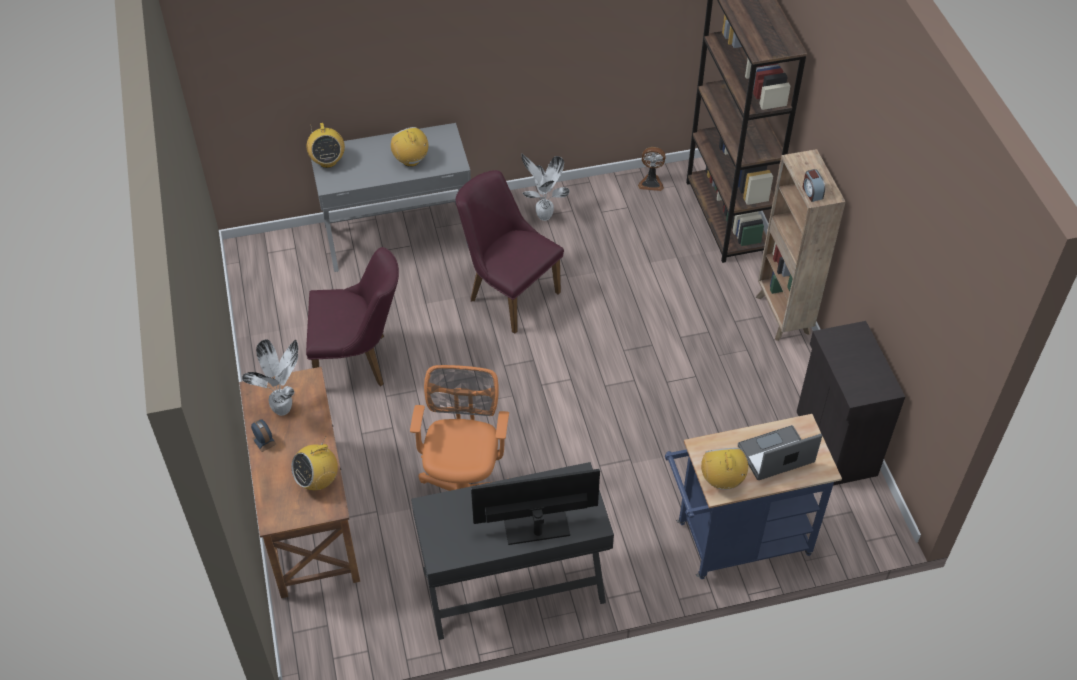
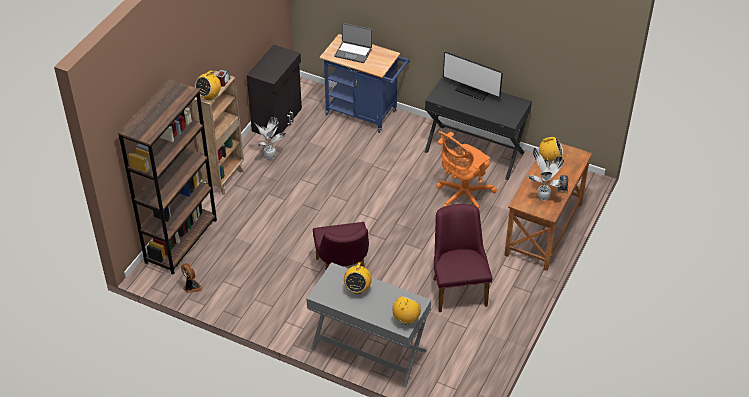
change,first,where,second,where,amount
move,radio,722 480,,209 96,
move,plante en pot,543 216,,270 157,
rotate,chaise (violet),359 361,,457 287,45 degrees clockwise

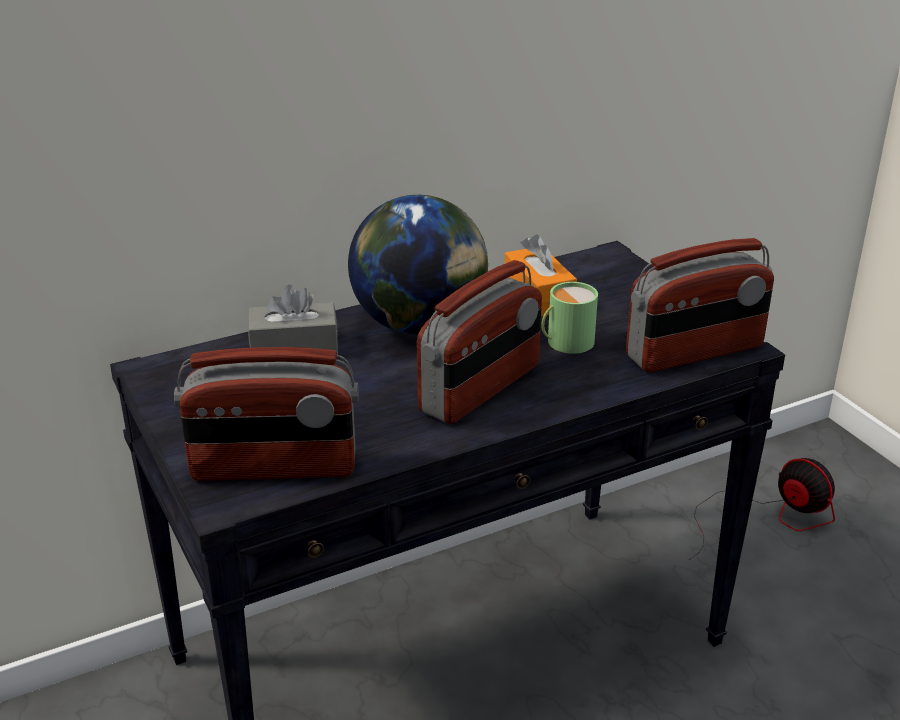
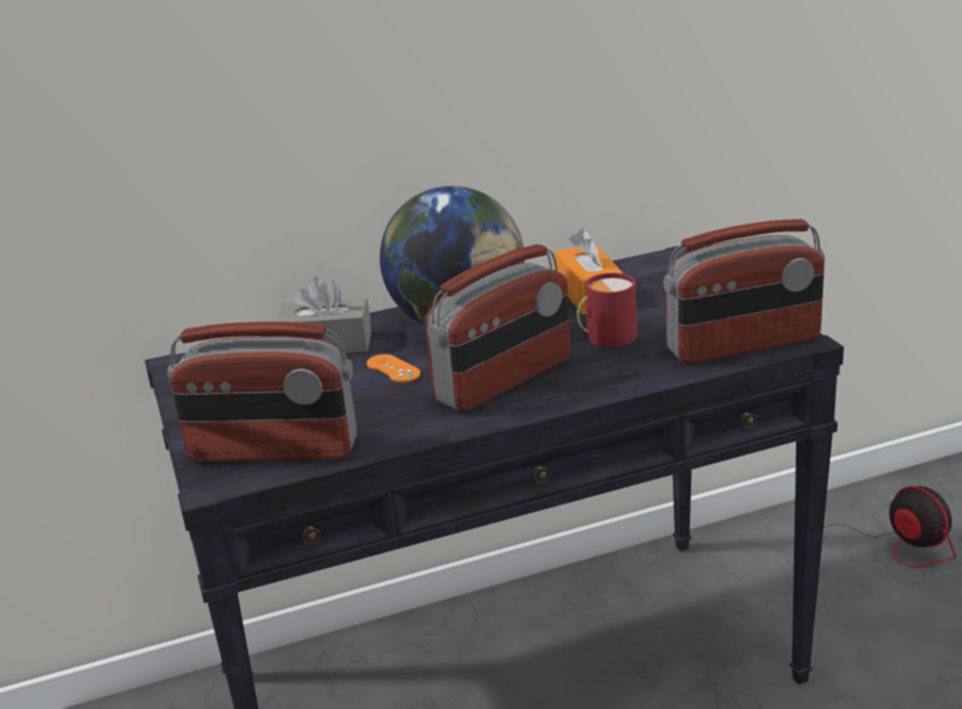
change,first,where,second,where,amount
insert,,,manette (orange),393 369,
recolor,mug (vert),565 342,mug (rouge),606 337,

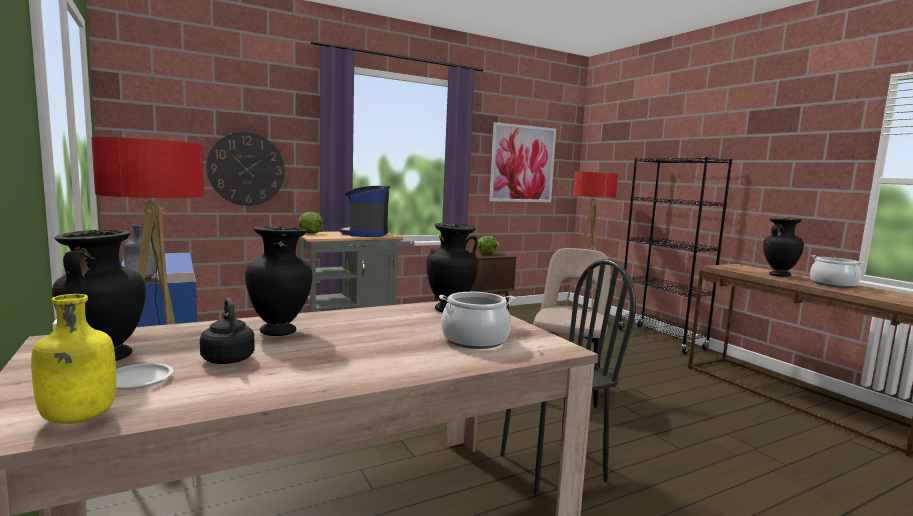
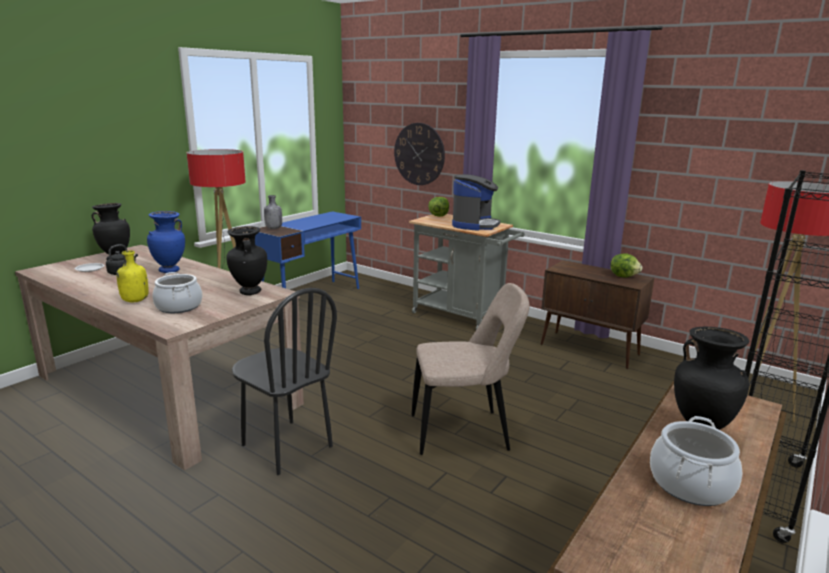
change,first,where,second,where,amount
move,bouteille (jaune),78 418,,134 301,
recolor,vase (noir),280 332,vase (bleu),170 270,
rotate,machine à café,365 234,,475 225,135 degrees clockwise
delete,tableau,522 164,,,

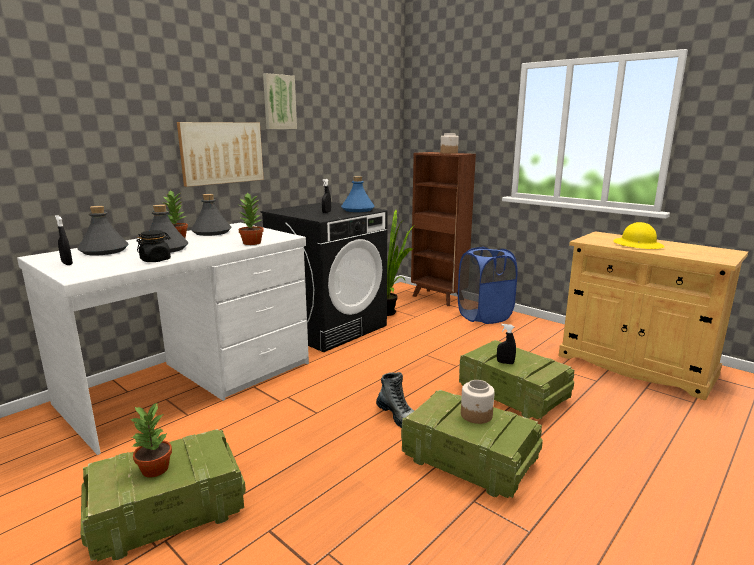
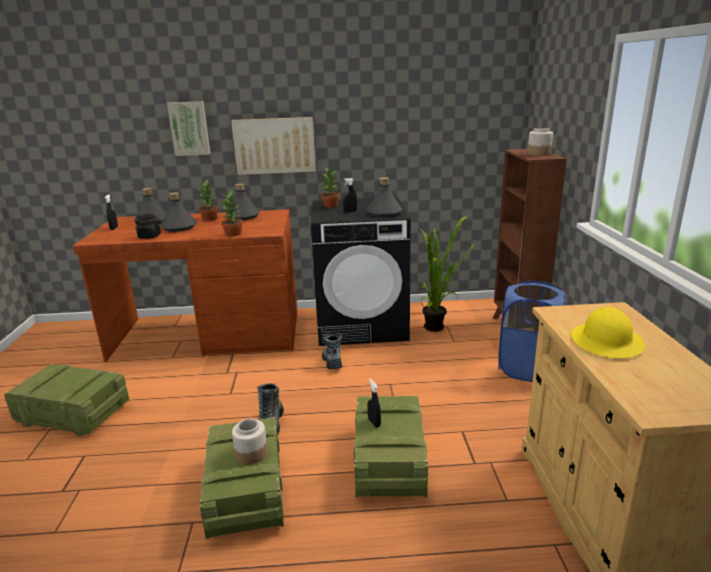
change,first,where,second,where,amount
recolor,bureau (blanc),191 382,bureau (marron),209 334,
move,tableau,279 102,,189 128,
move,plante en pot,155 469,,331 206,
insert,,,botte,332 360,
recolor,bouteille (bleu),357 210,bouteille (gris),384 213,

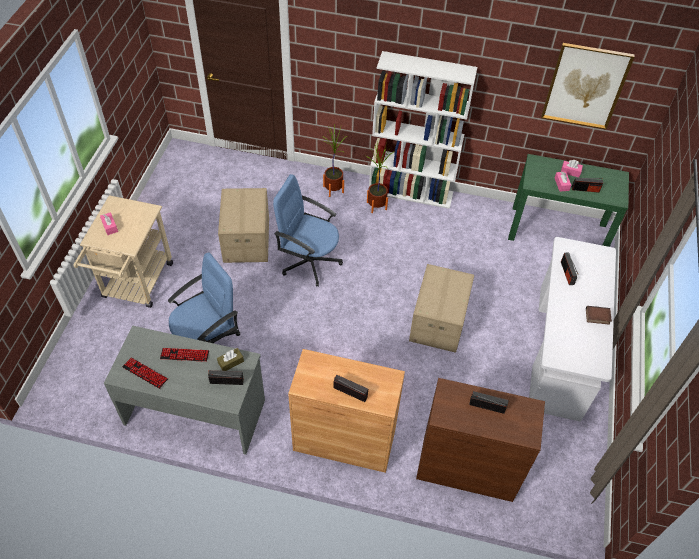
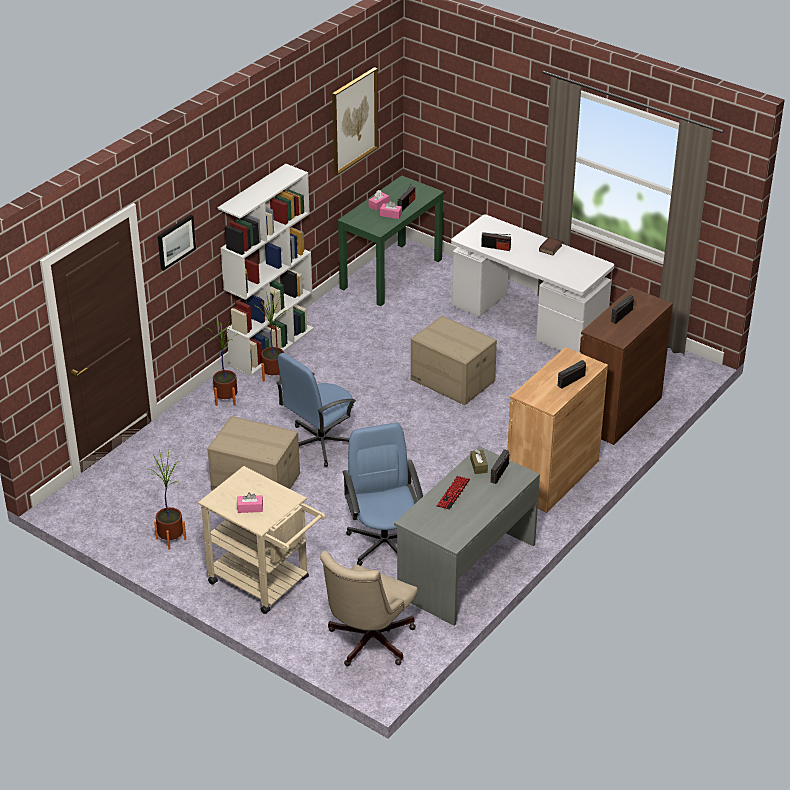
change,first,where,second,where,amount
insert,,,plante en pot,171 539,
insert,,,tableau,175 242,
insert,,,chaise de bureau (beige),367 643,
delete,clavier,145 373,,,

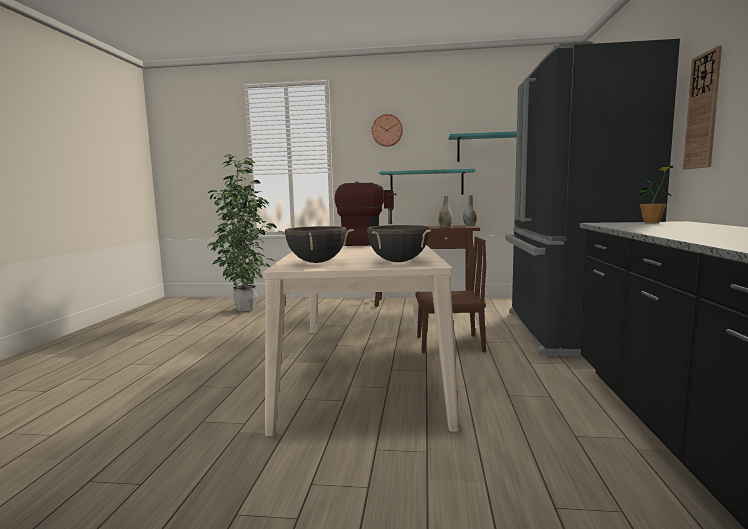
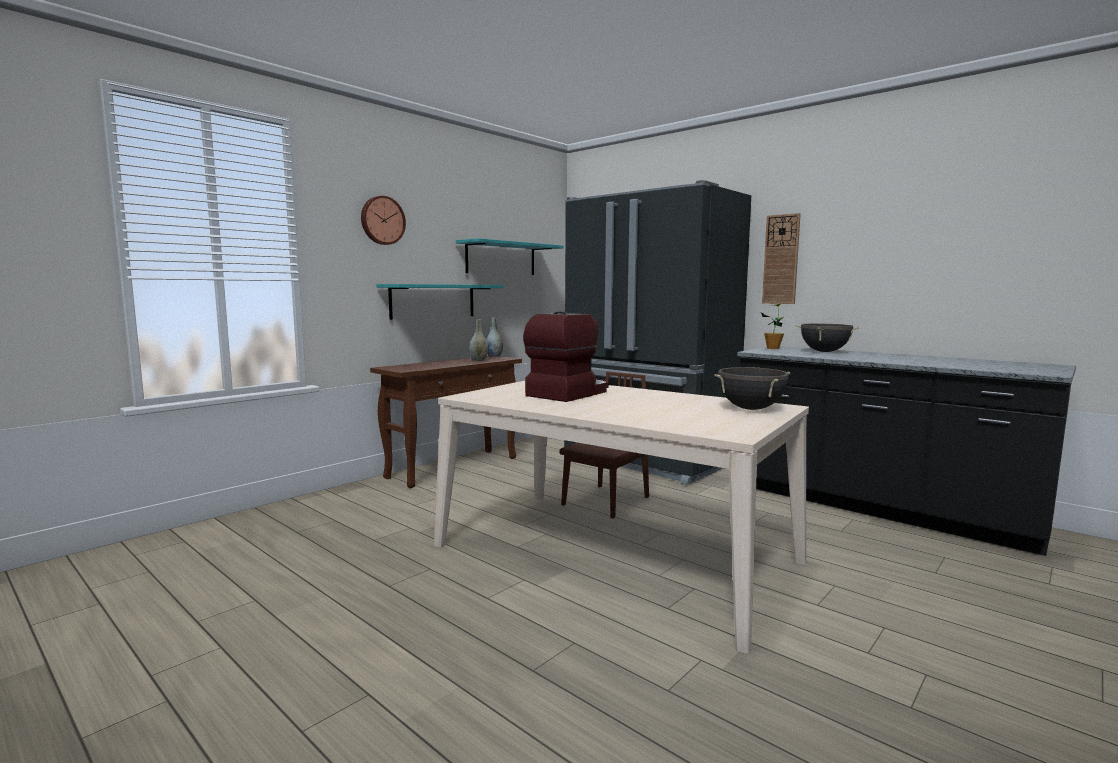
change,first,where,second,where,amount
move,marmite (noir),316 262,,824 351,
delete,plante en pot,247 308,,,

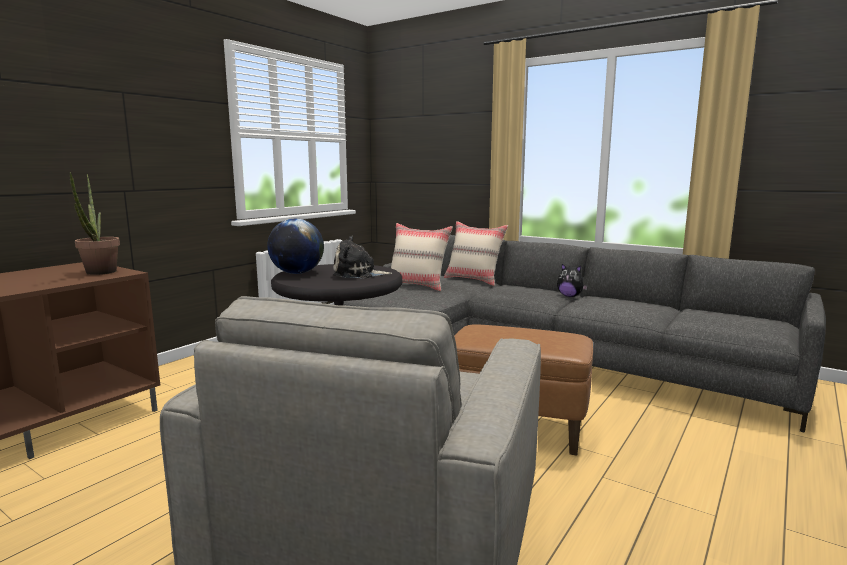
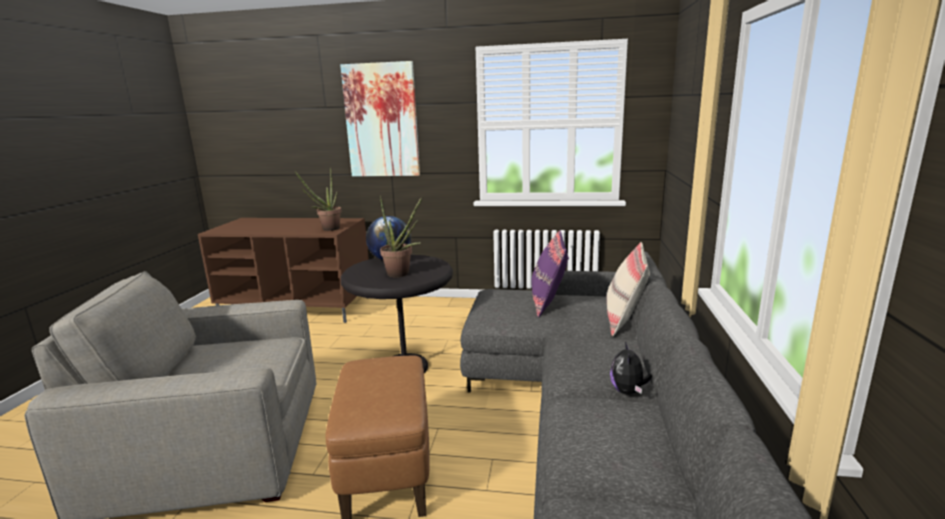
change,first,where,second,where,amount
insert,,,tableau,381 121,
replace,peluche,358 274,plante en pot,401 274,
recolor,coussin (beige),417 285,coussin (violet),548 303,

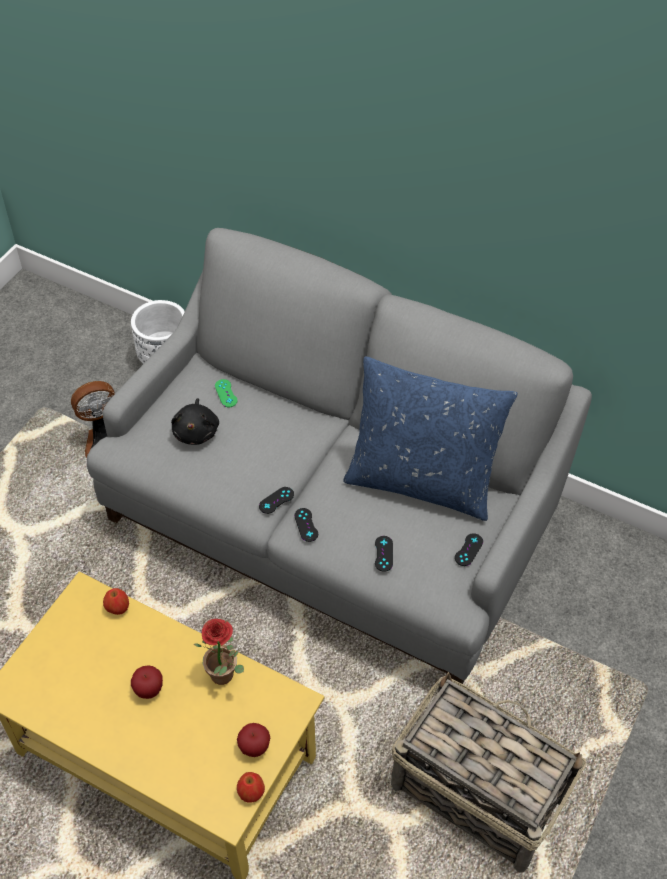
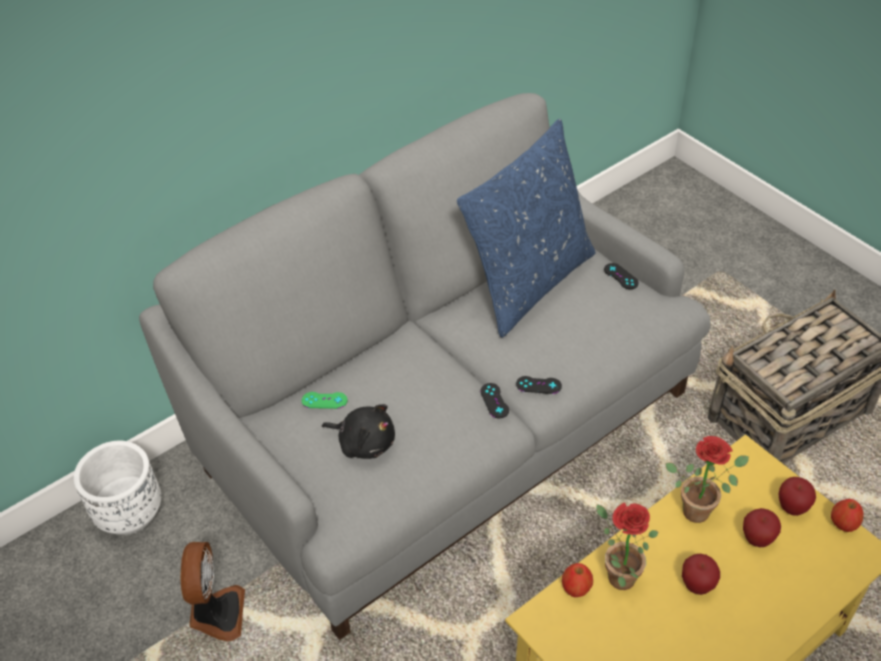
change,first,where,second,where,amount
insert,,,plante en pot,616 575,
insert,,,pomme,757 539,
delete,manette (noir),383 553,,,

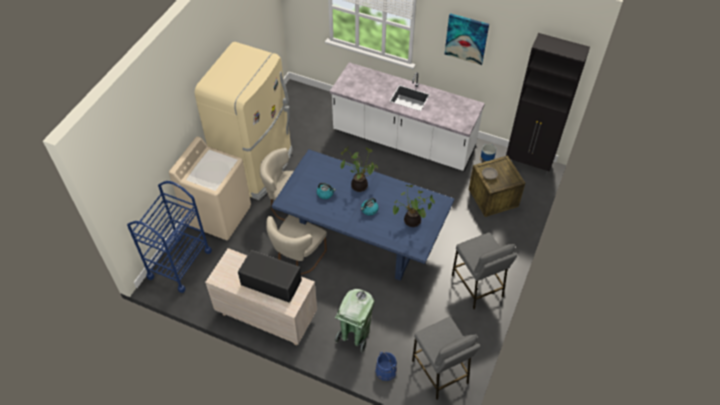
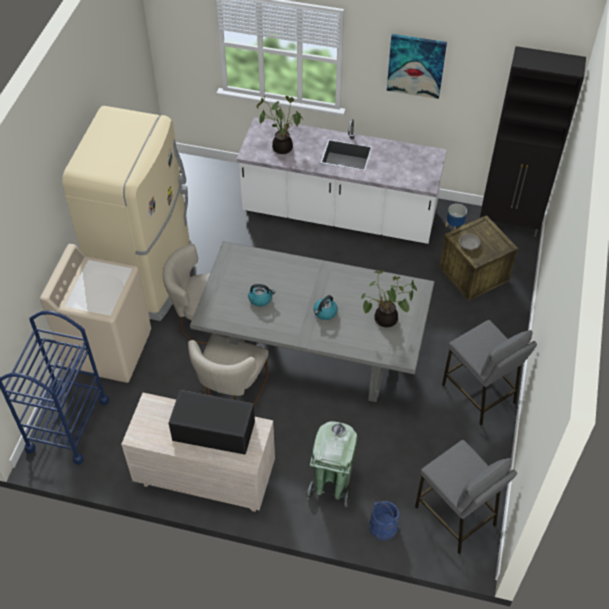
change,first,where,second,where,amount
recolor,table à manger (bleu),364 237,table à manger (gris),314 351,
move,plante en pot,359 185,,282 146,

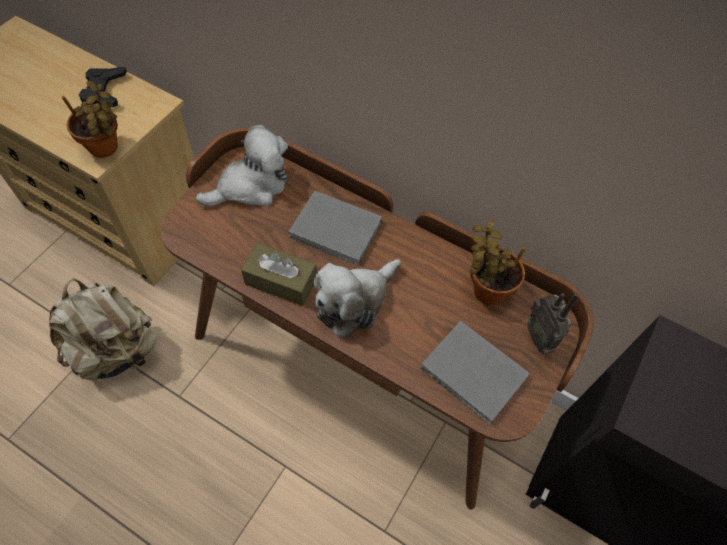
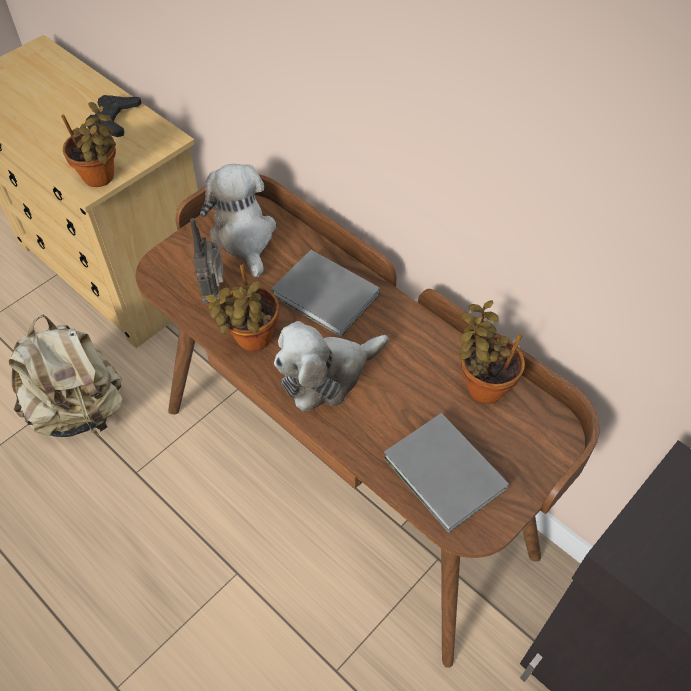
change,first,where,second,where,amount
move,radio,540 337,,215 293,
rotate,peluche,251 186,,244 237,90 degrees counterclockwise
replace,boîte à mouchoirs (marron),281 281,plante en pot,251 340,

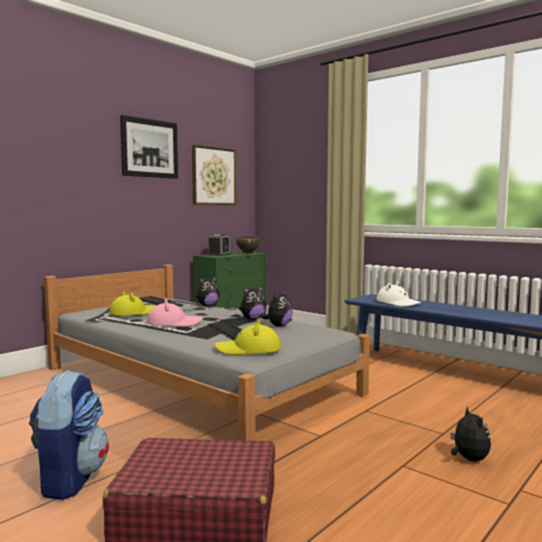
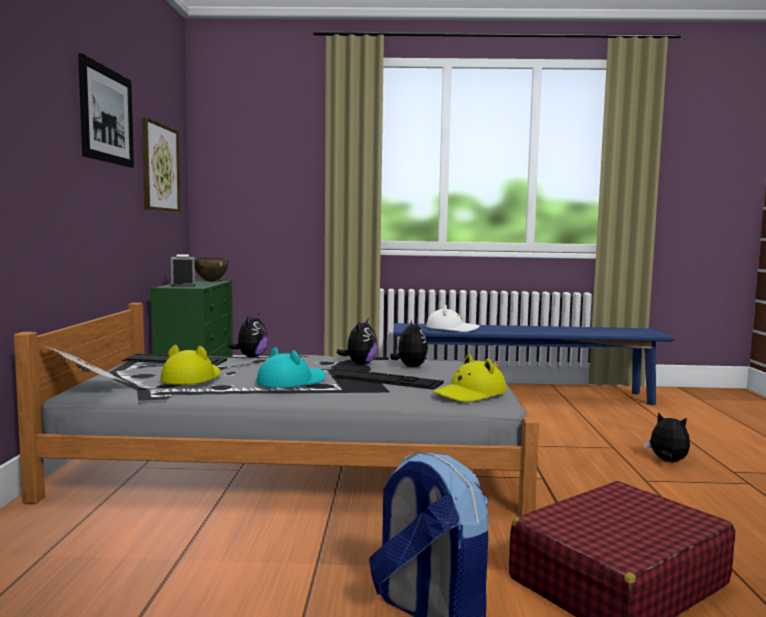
change,first,where,second,where,amount
insert,,,journal,91 387,
recolor,chapeau (rose),174 323,chapeau (turquoise),291 382,

